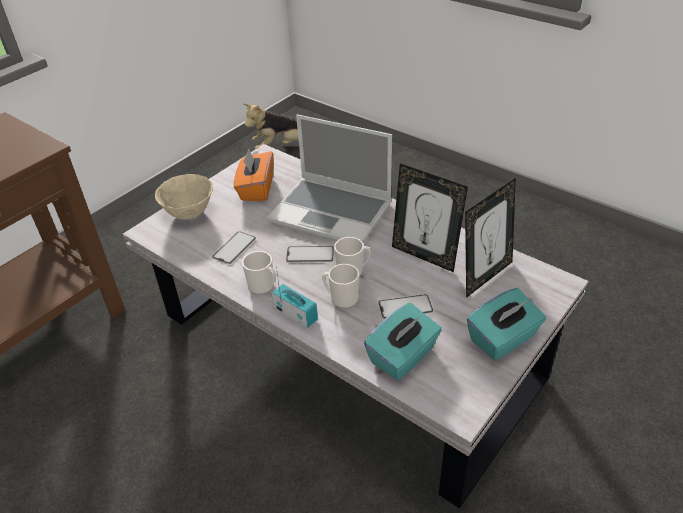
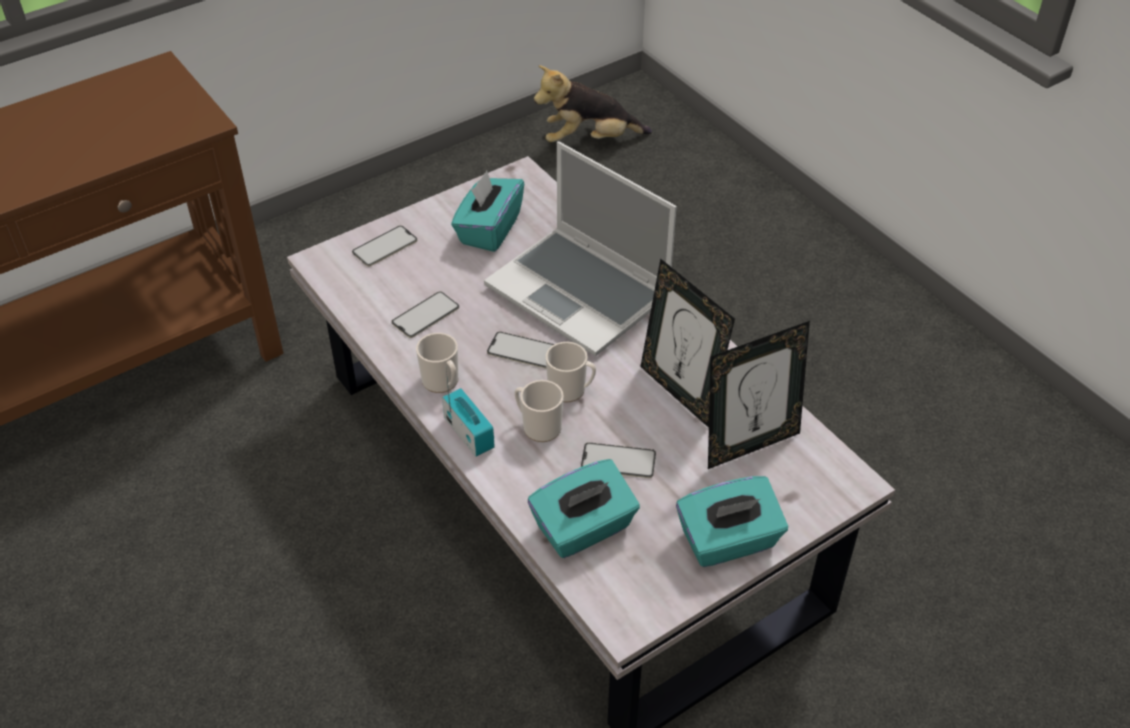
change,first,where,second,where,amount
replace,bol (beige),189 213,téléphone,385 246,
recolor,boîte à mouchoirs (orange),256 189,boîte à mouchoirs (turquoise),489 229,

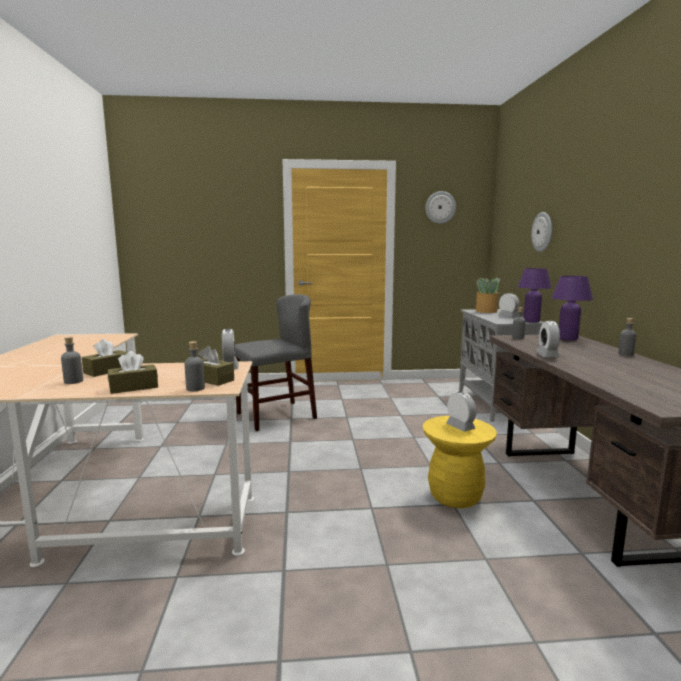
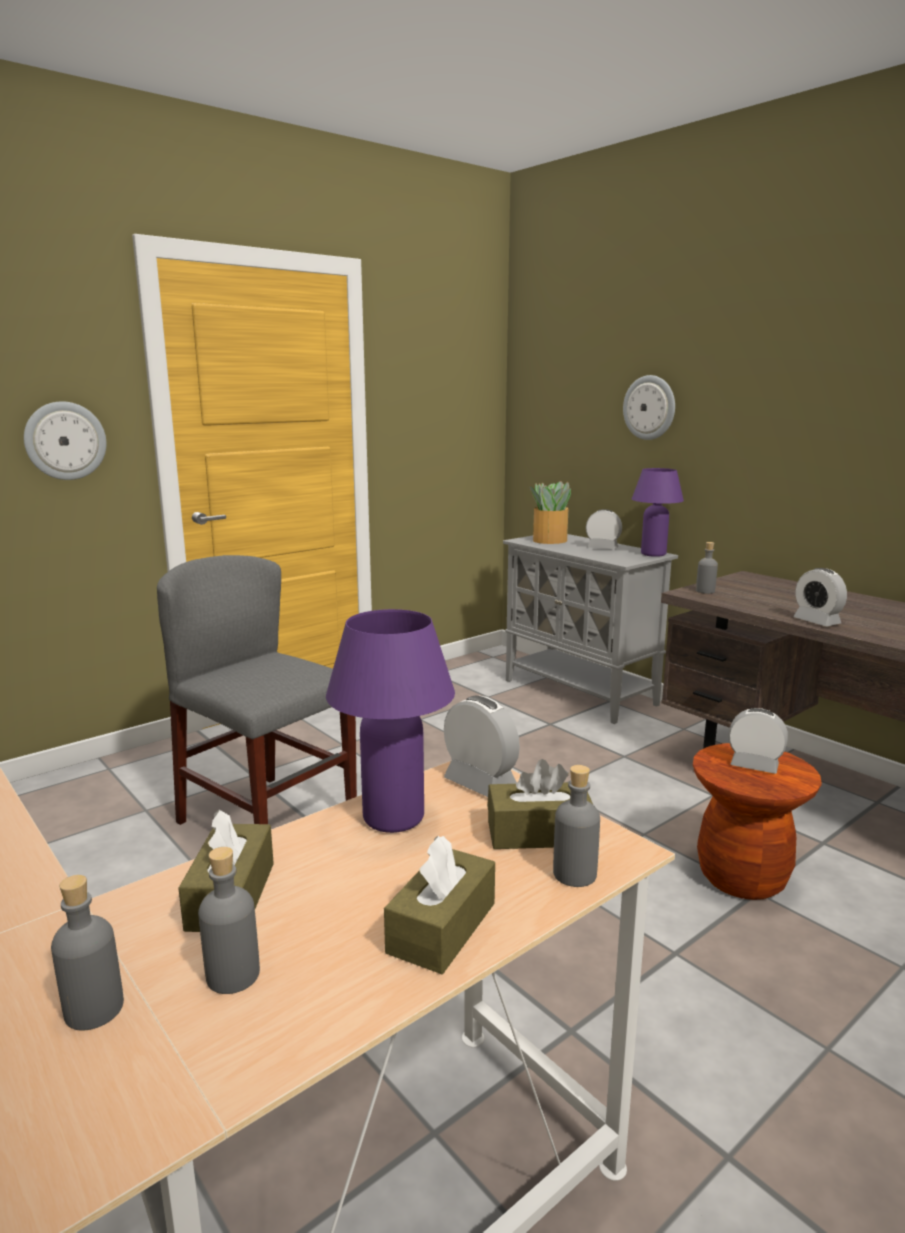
change,first,where,second,where,amount
move,horloge murale,440 207,,65 441,
move,bouteille (gris),625 354,,94 1009,
rotate,chaise (gris),276 416,,267 821,75 degrees counterclockwise
move,lampe de table (violet),567 339,,393 818,
recolor,tabouret (jaune),455 496,tabouret (marron),742 877,

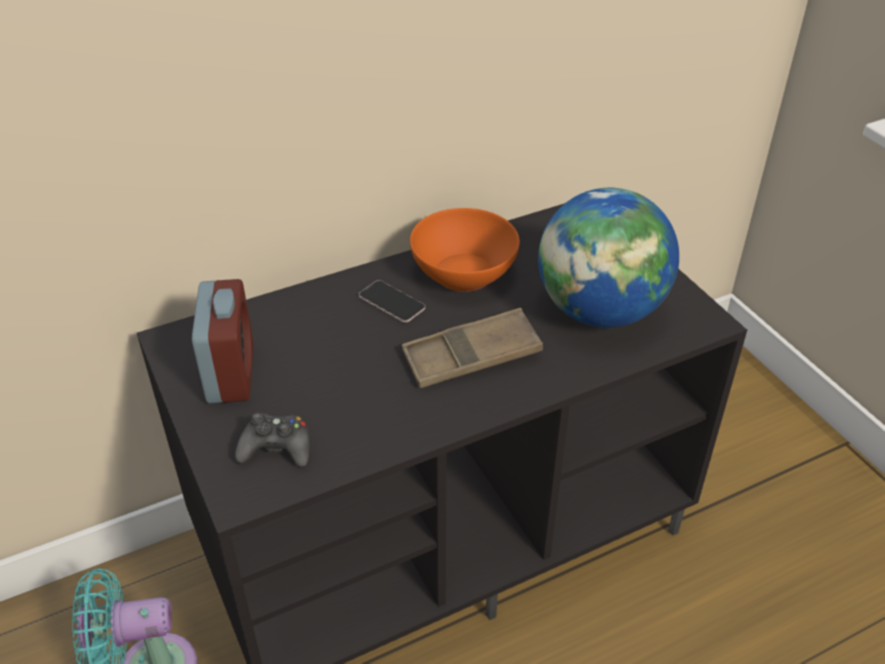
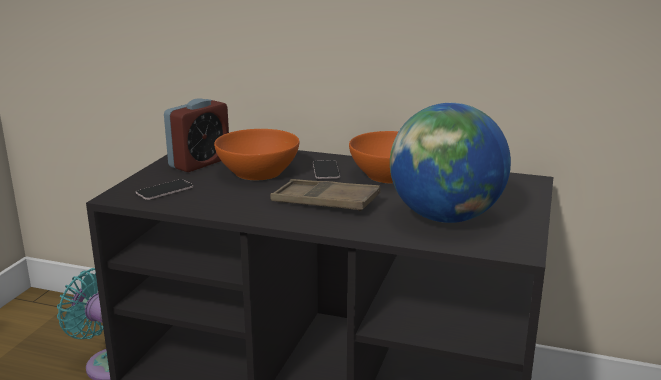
change,first,where,second,where,amount
replace,manette (noir),276 448,téléphone,165 190,
insert,,,bol (orange),257 172,

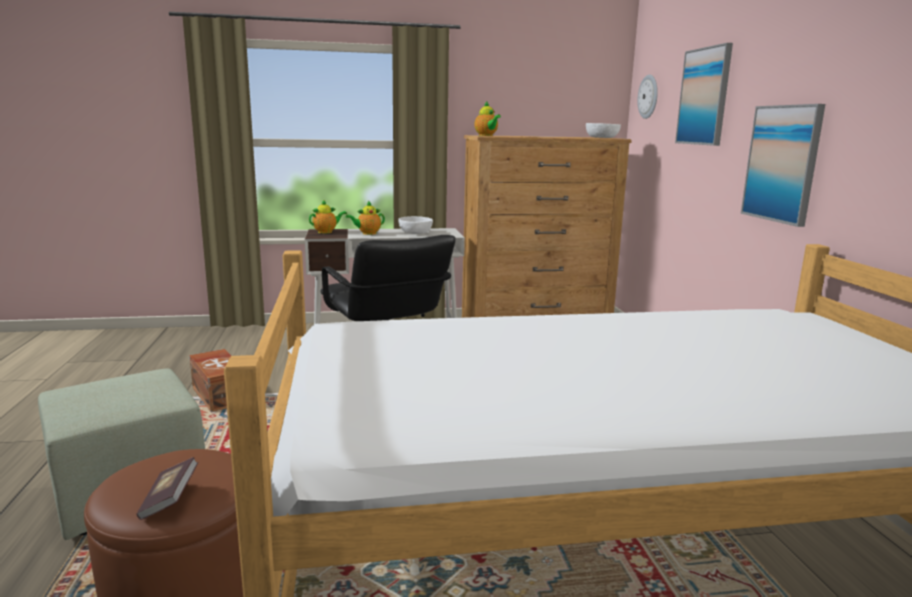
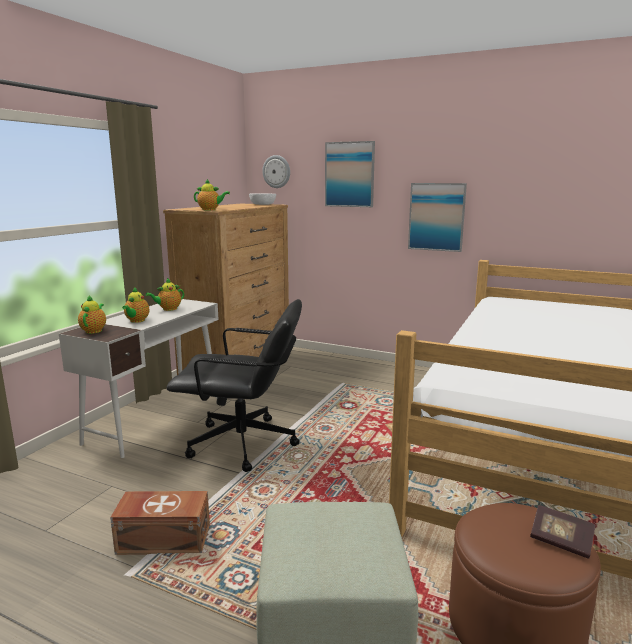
change,first,where,second,where,amount
replace,bol (blanc),415 232,théière,168 309,

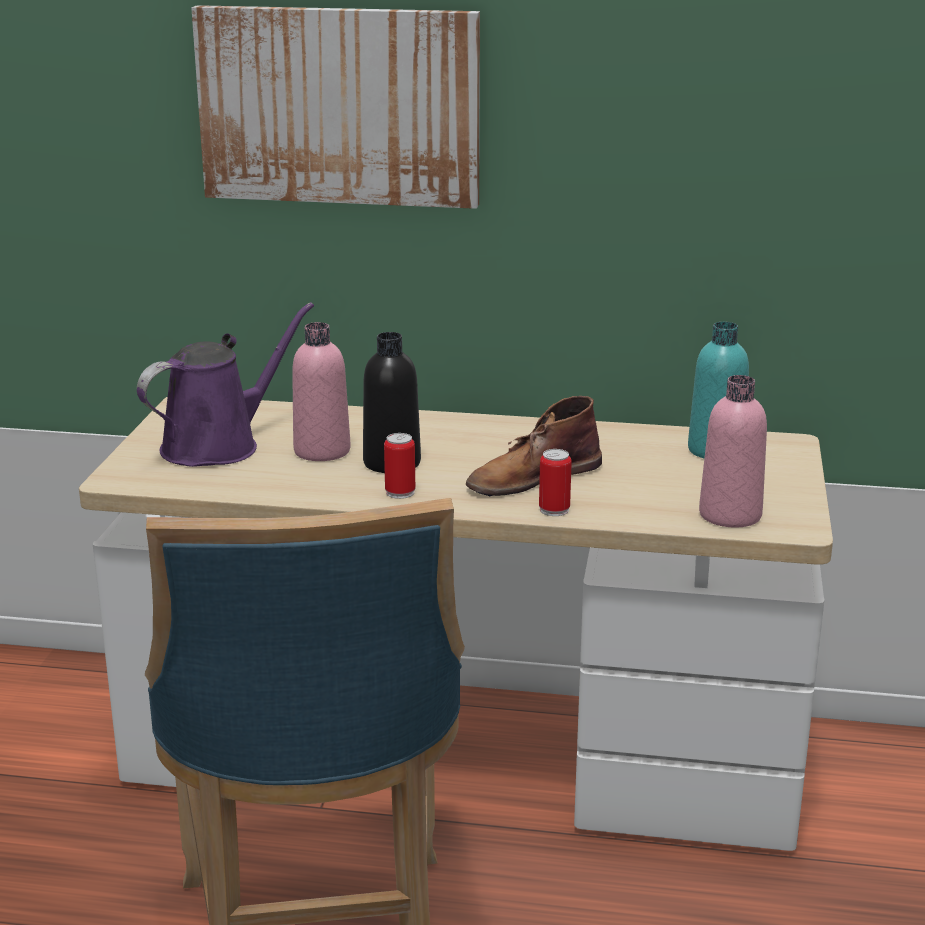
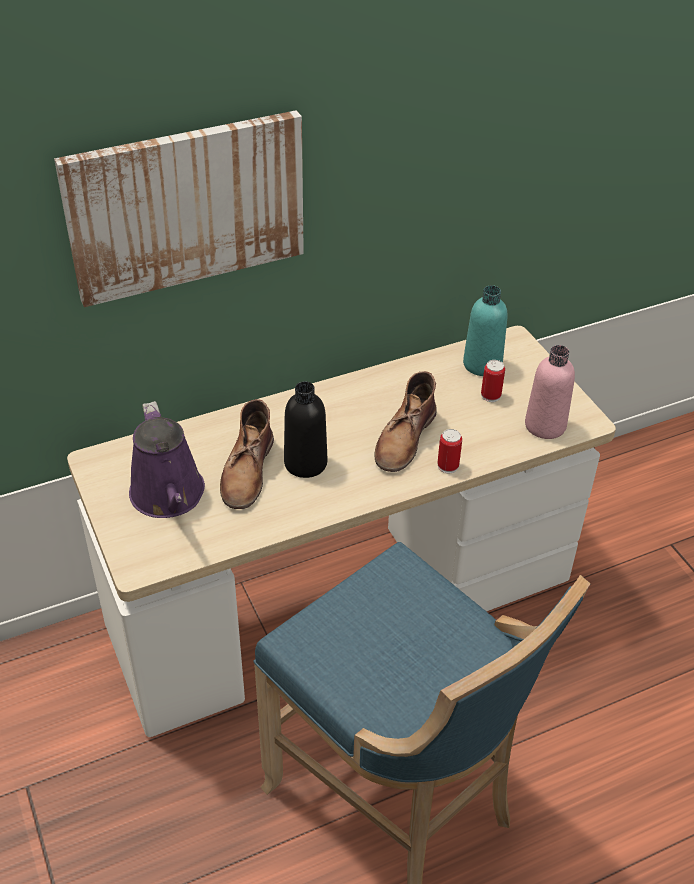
change,first,where,second,where,amount
rotate,arrosoir (violet),218 445,,169 497,150 degrees clockwise
replace,bouteille (rose),322 451,botte (marron),247 471,
move,boîte métallique,400 492,,490 395,

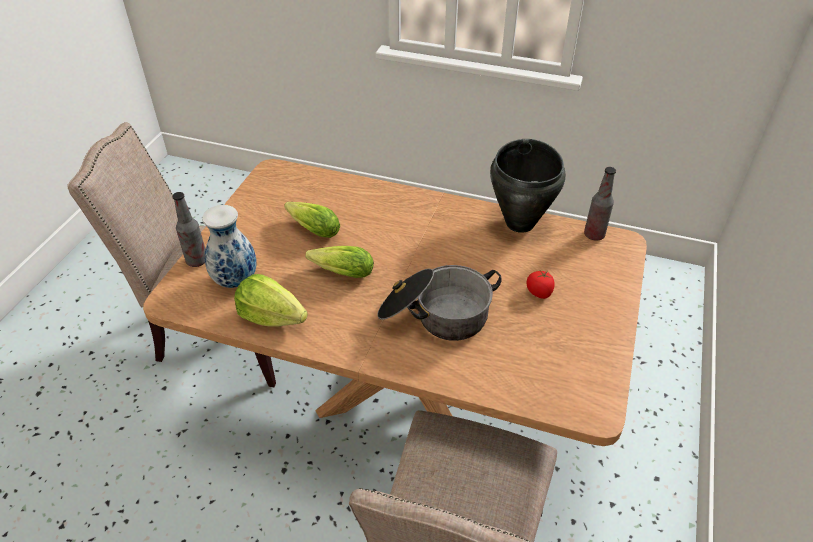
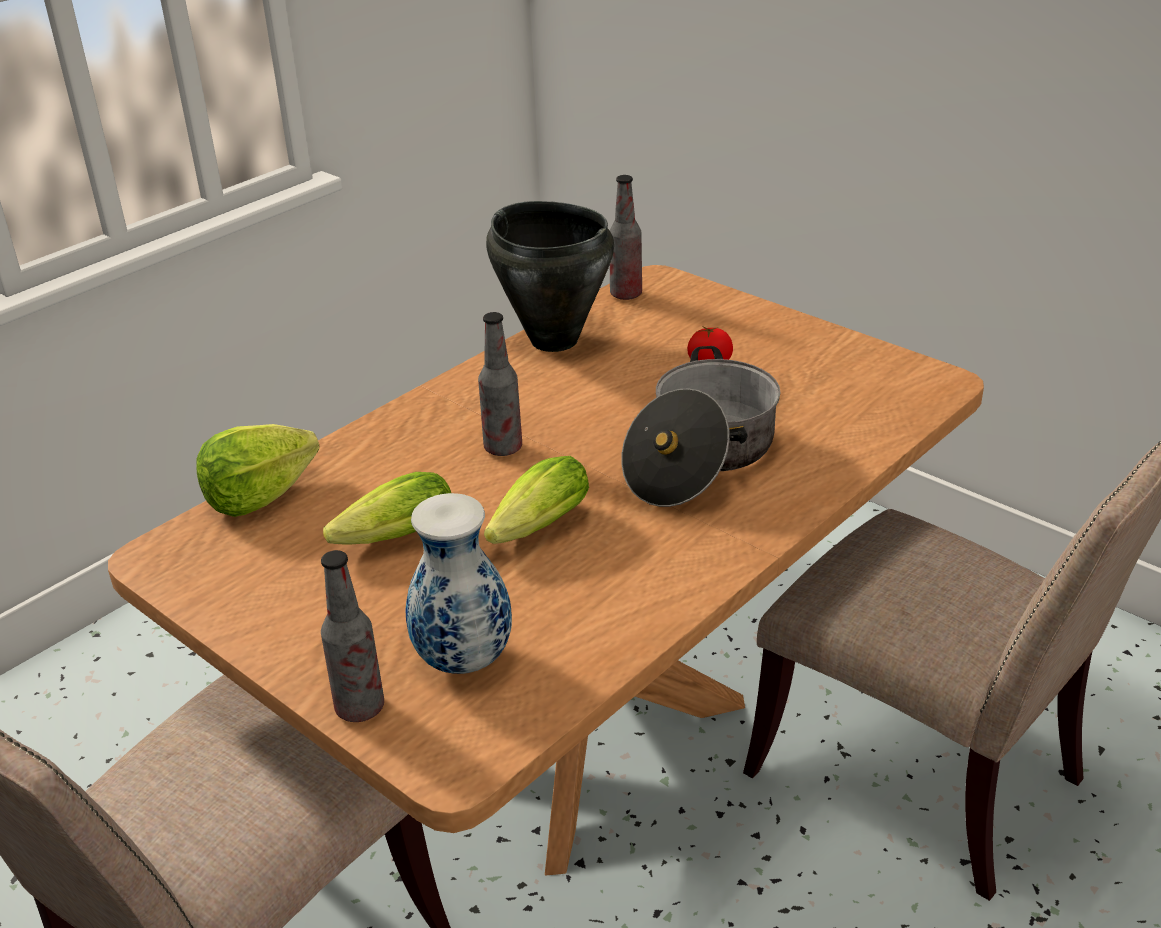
change,first,where,second,where,amount
move,laitue,271 317,,259 496,
insert,,,bouteille,503 448,

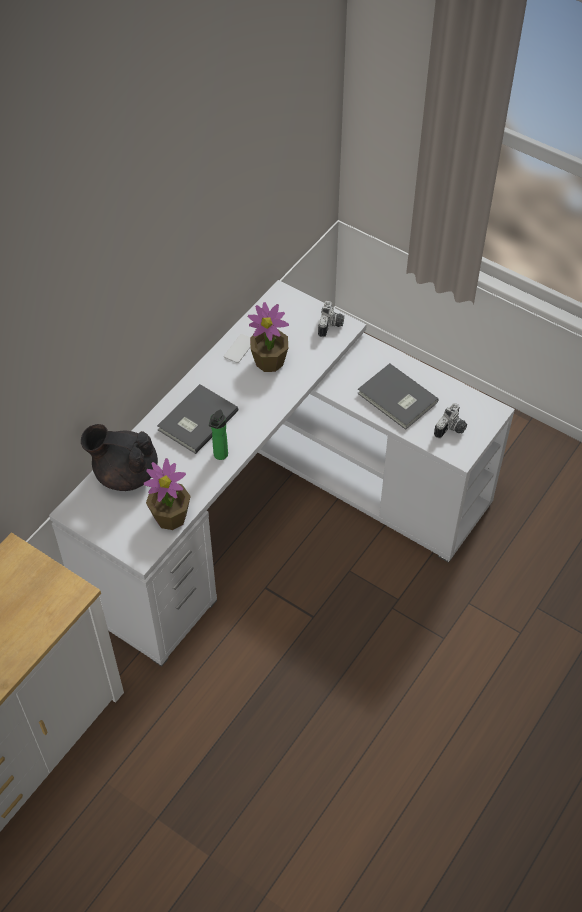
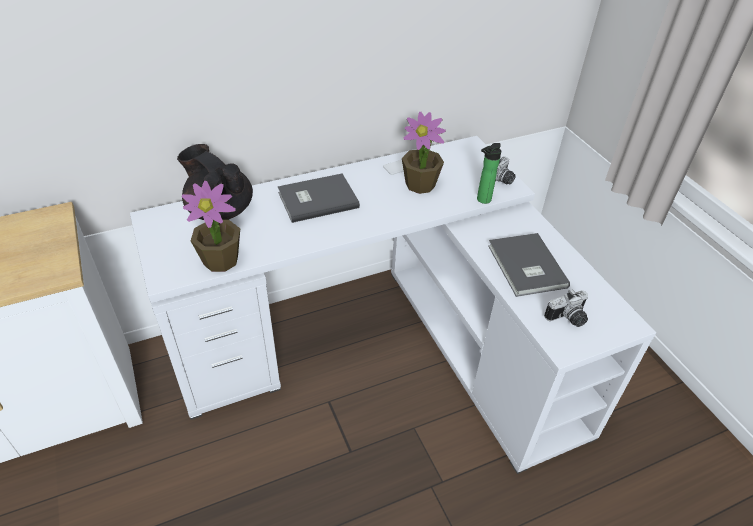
change,first,where,second,where,amount
move,bouteille,220 456,,482 200,

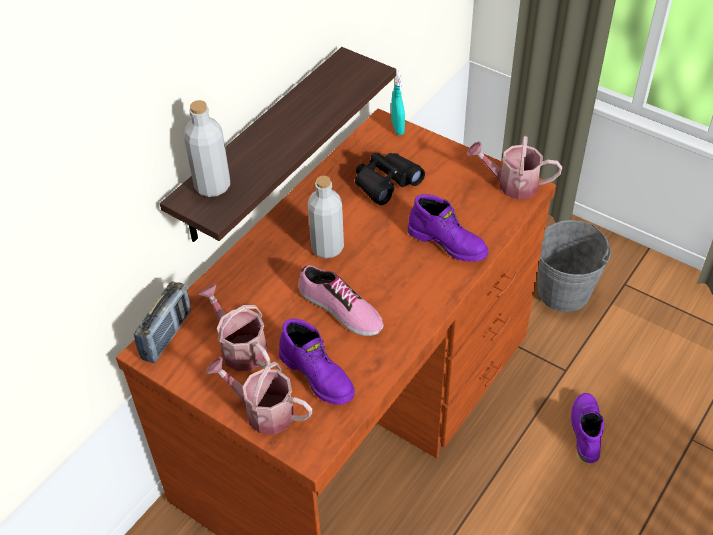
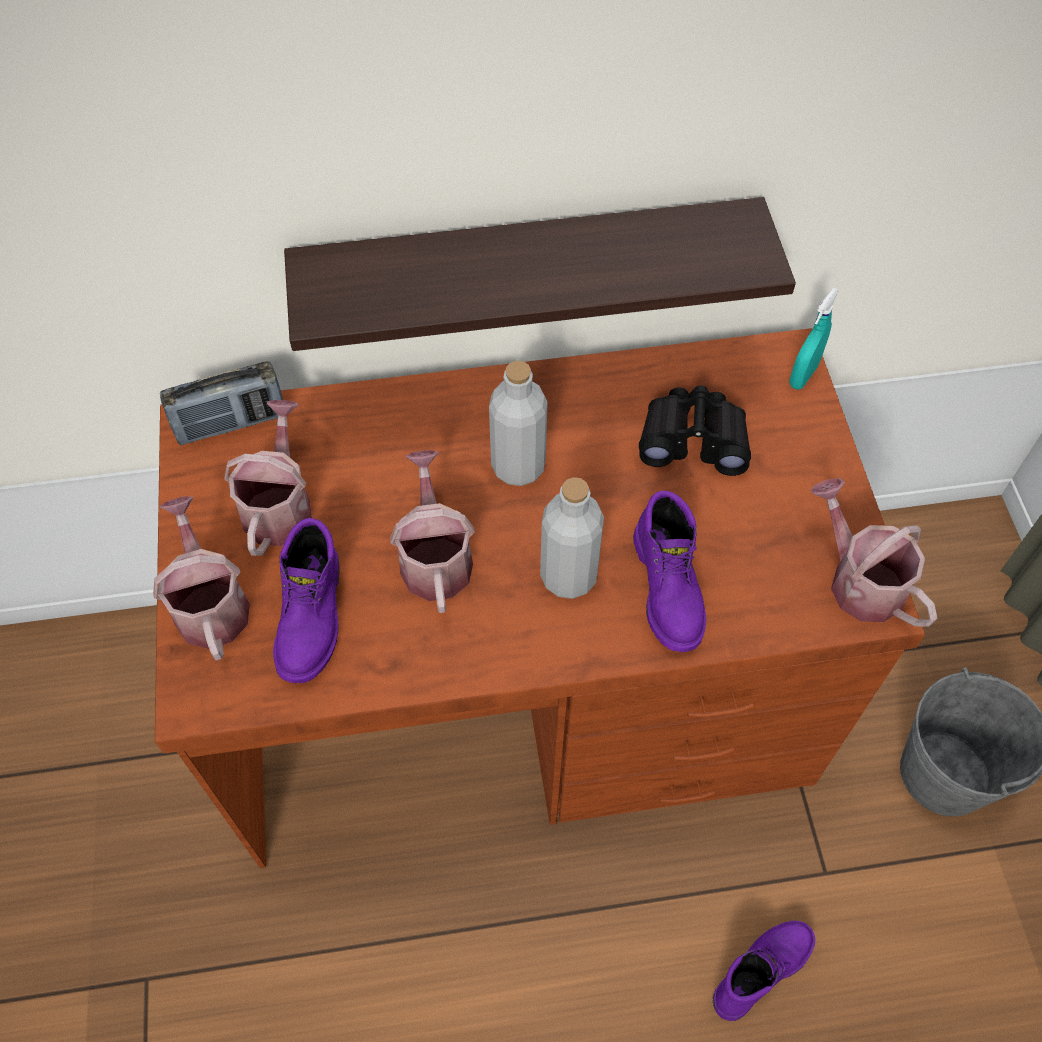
change,first,where,second,where,amount
replace,chaussure,340 309,arrosoir,435 558,
move,bouteille (gris),212 186,,568 576,

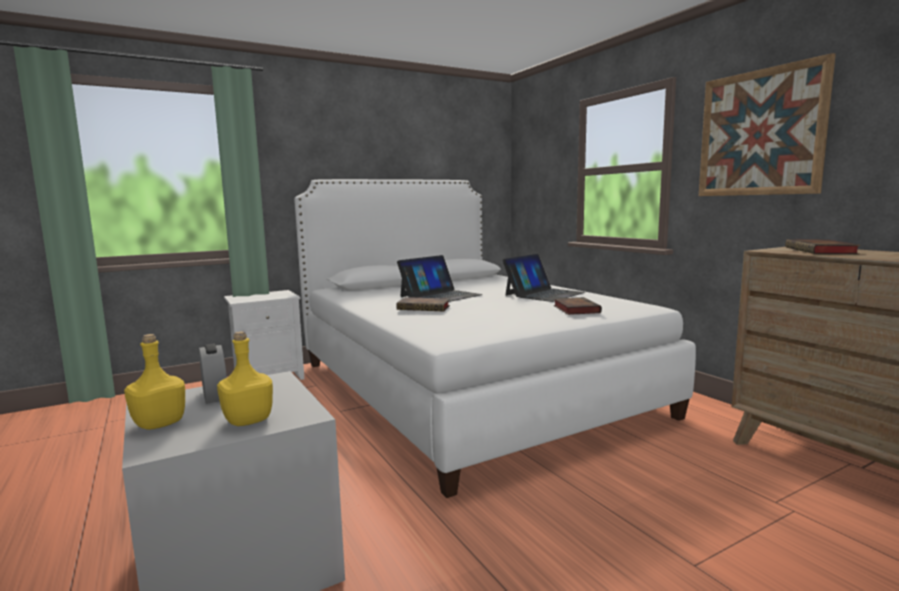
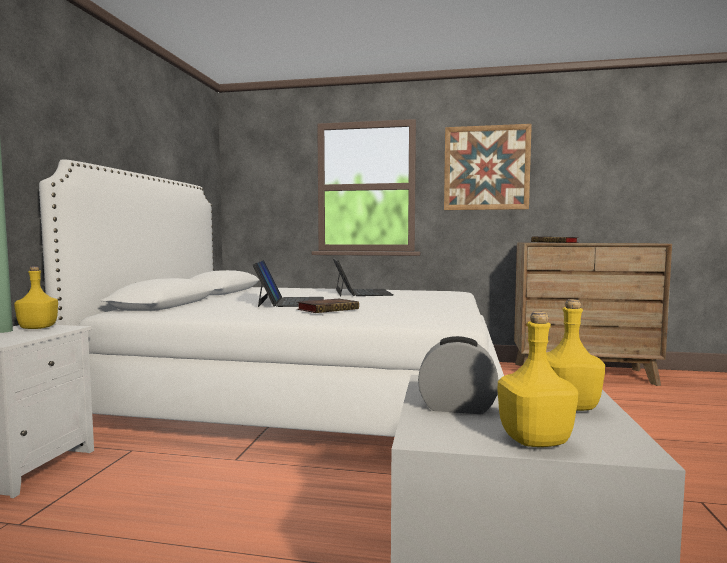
change,first,where,second,where,amount
insert,,,bouteille (jaune),38 328,
delete,livre,575 309,,,

